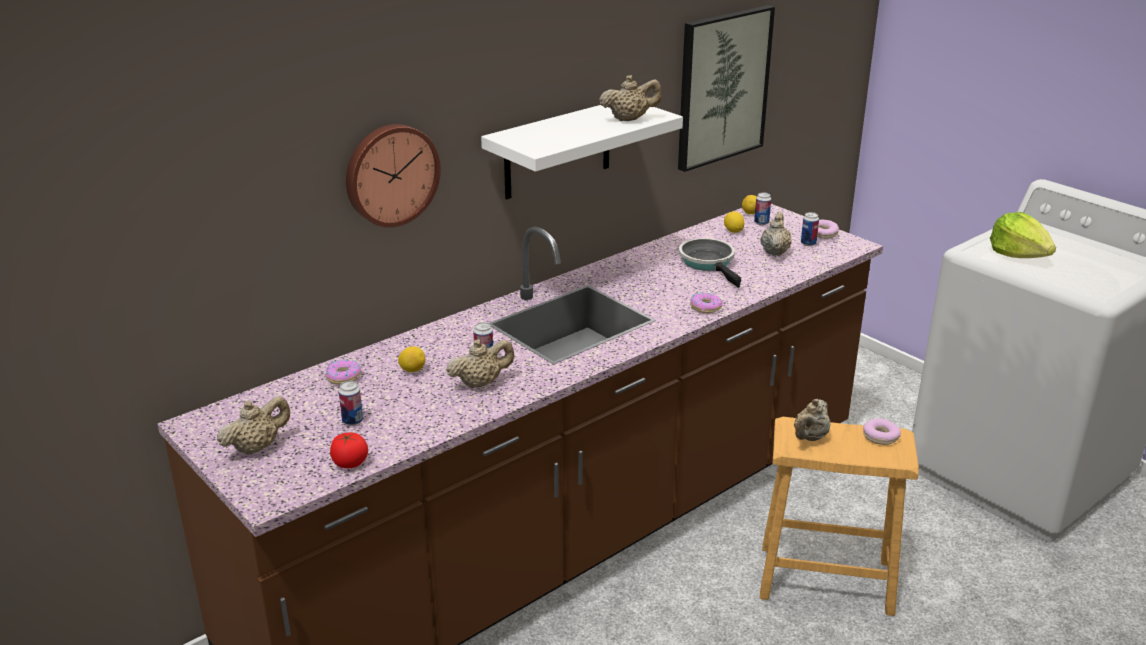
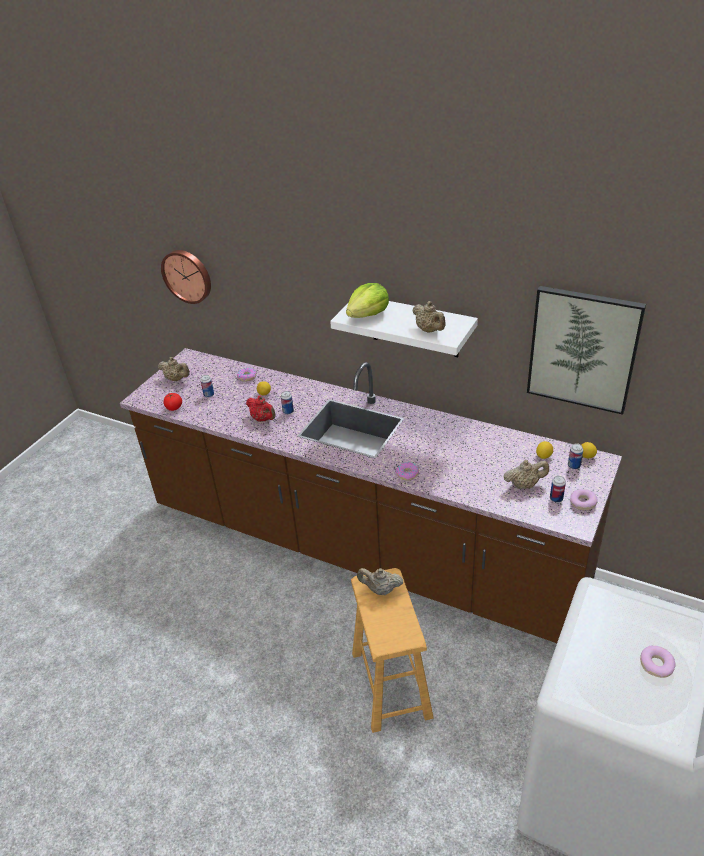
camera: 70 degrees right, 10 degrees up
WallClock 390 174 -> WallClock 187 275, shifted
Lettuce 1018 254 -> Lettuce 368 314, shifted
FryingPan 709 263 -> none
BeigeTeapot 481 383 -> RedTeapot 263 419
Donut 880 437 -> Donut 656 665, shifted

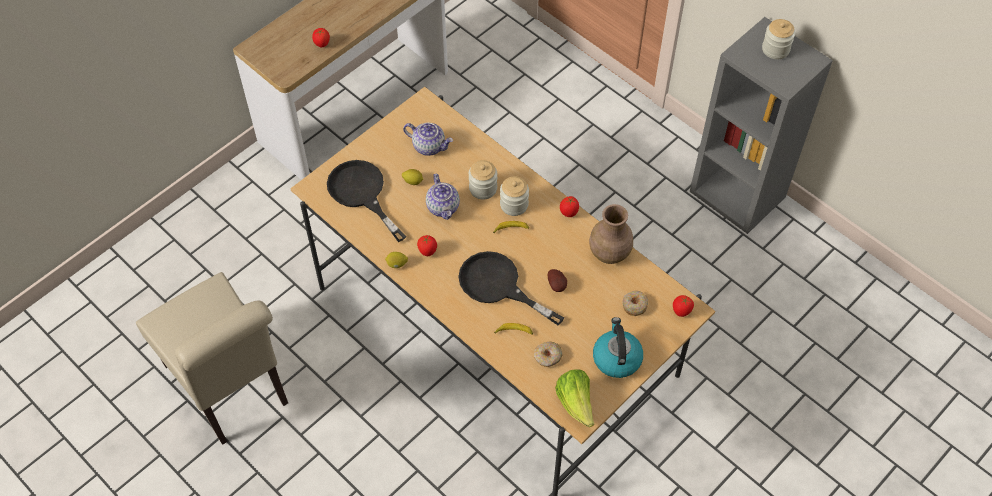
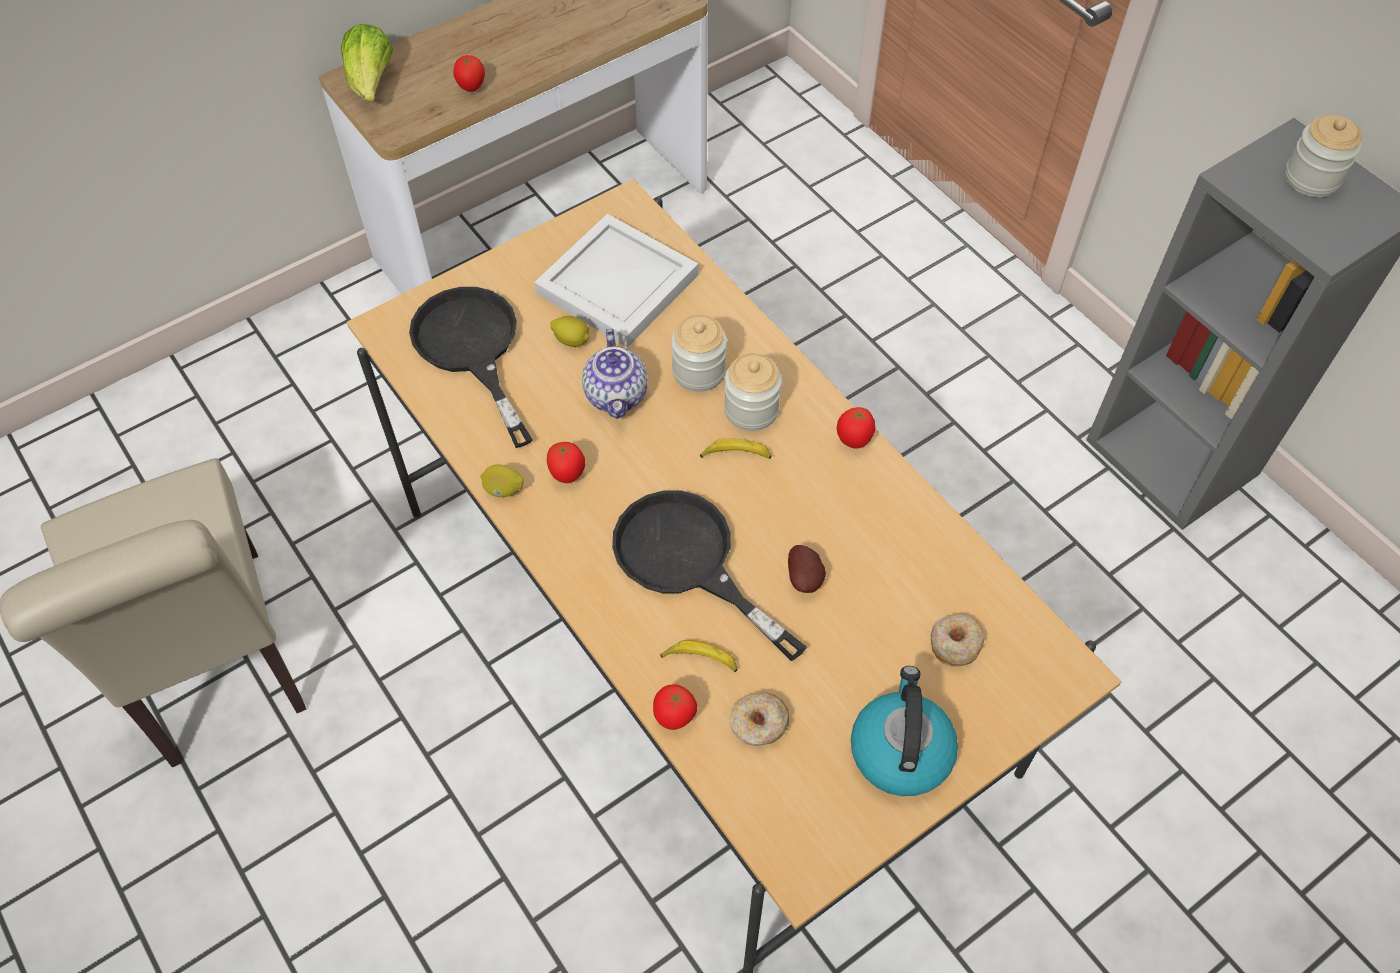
camera: 10 degrees right, 0 degrees up
Teapot 429 146 -> WhiteTray 617 282
BrownVase 609 253 -> none
Tomato 681 312 -> Tomato 674 717, shifted
Lettuce 576 403 -> Lettuce 372 84, shifted

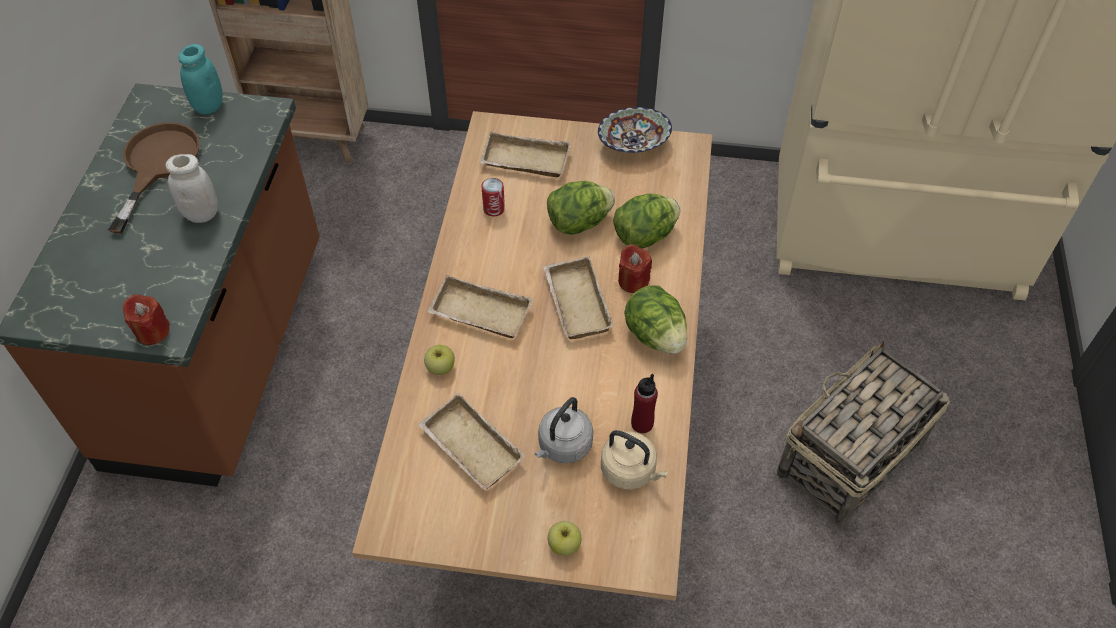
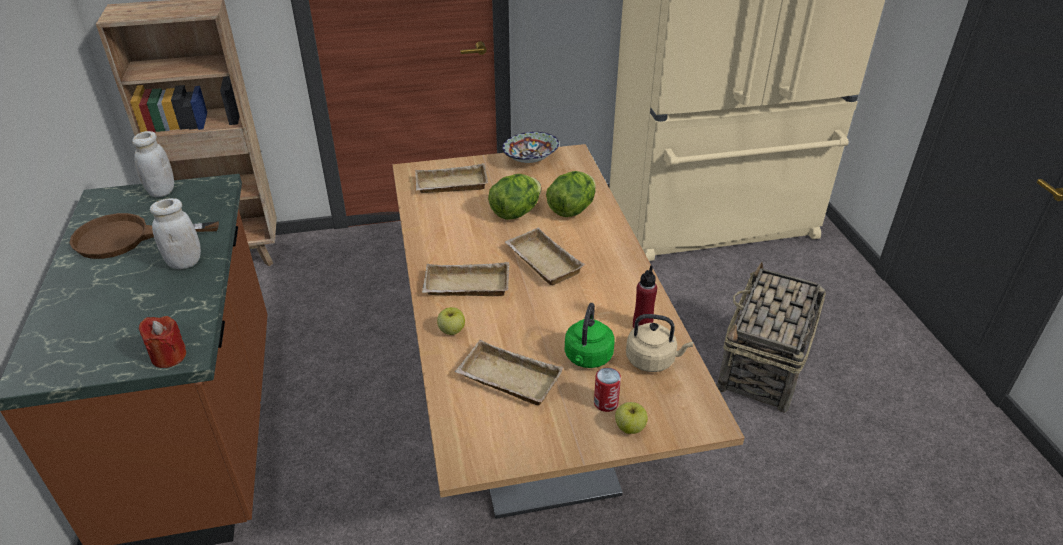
camera: 20 degrees left, 15 degrees down
TurquoiseJar 208 106 -> WhiteJar 161 191
BrownFryingPan 157 165 -> BrownFryingPan 126 238, 90 degrees counterclockwise
Can 494 209 -> Can 606 403, shifted
RedCandle 633 281 -> none
Lettuce 655 335 -> none
GreyKettle 563 446 -> GreenKettle 587 358

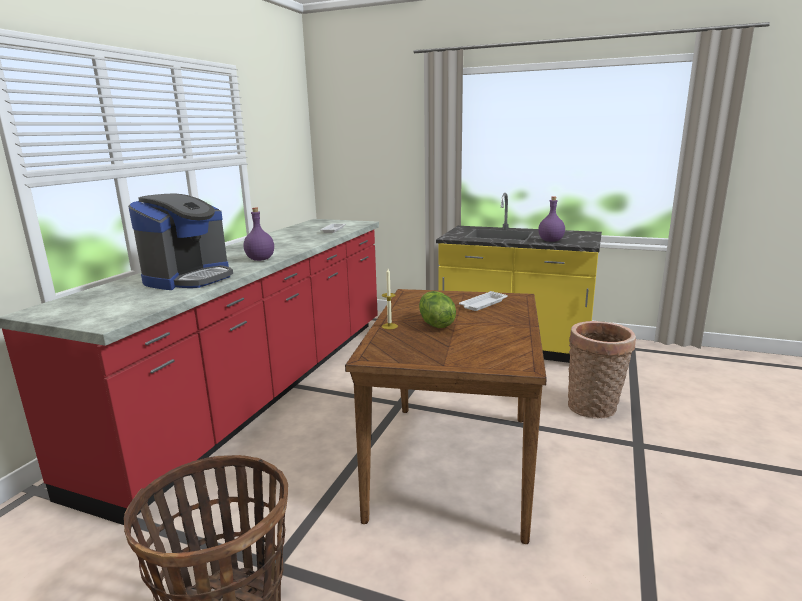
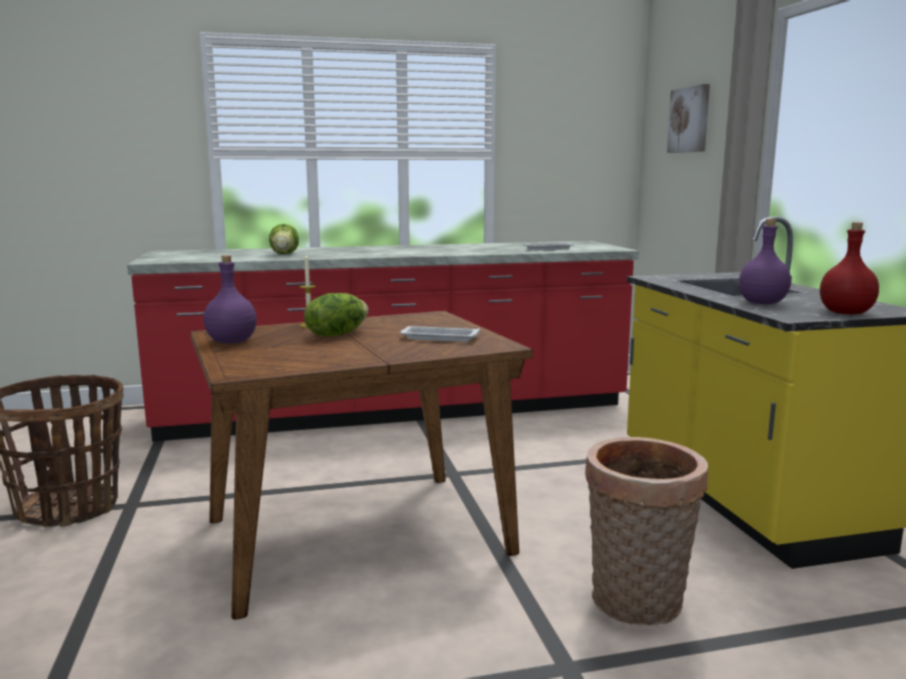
camera: 55 degrees right, 5 degrees down
CoffeeMachine 189 278 -> Lettuce 285 254
PurpleBottle 261 259 -> PurpleBottle 232 342, shifted
none -> Picture 689 120
none -> RedBottle 847 313

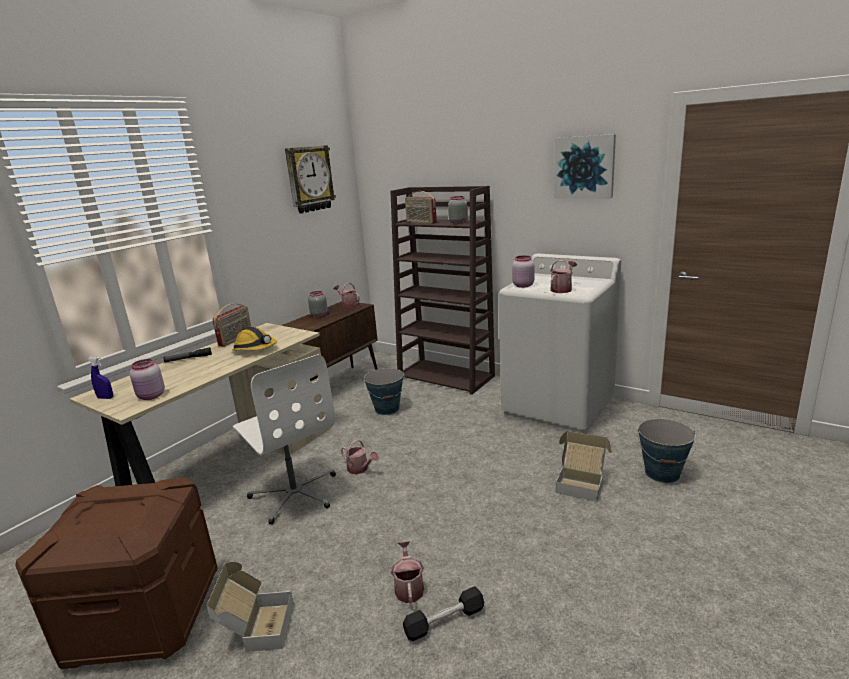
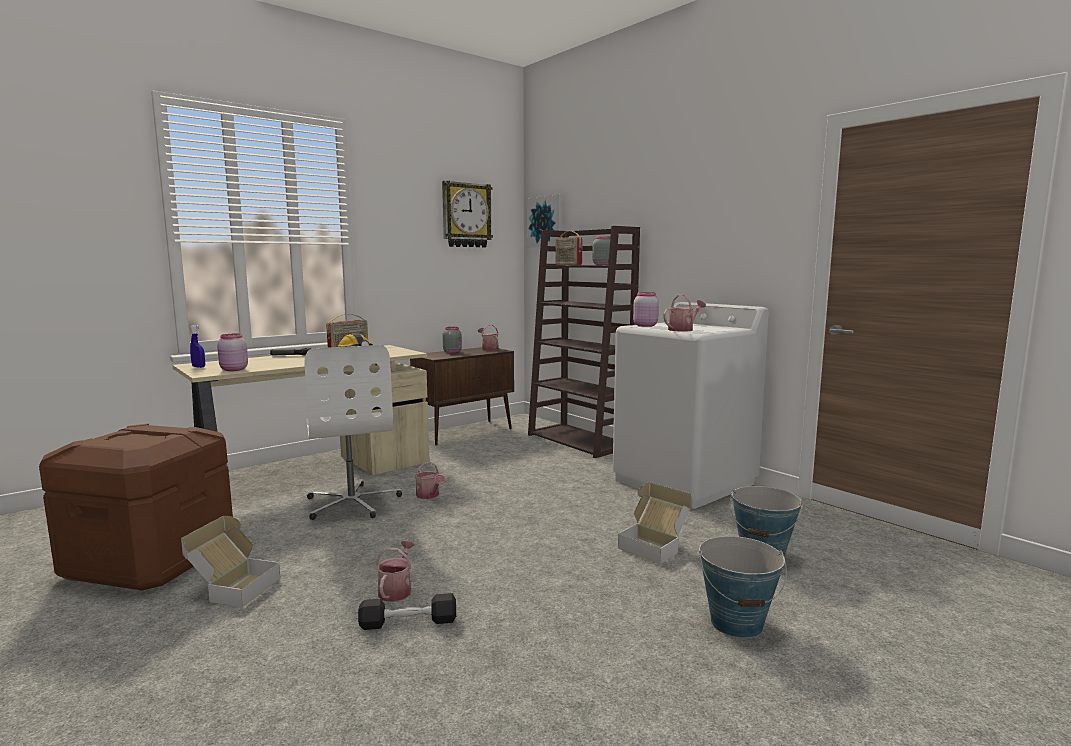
camera: 15 degrees right, 10 degrees down
Picture 584 167 -> Picture 545 222, shifted
Bucket 387 409 -> Bucket 737 623, shifted

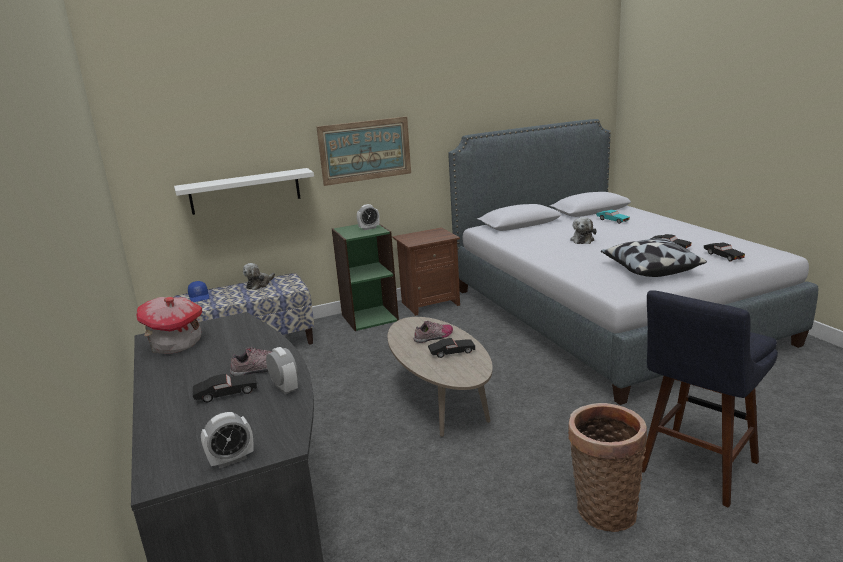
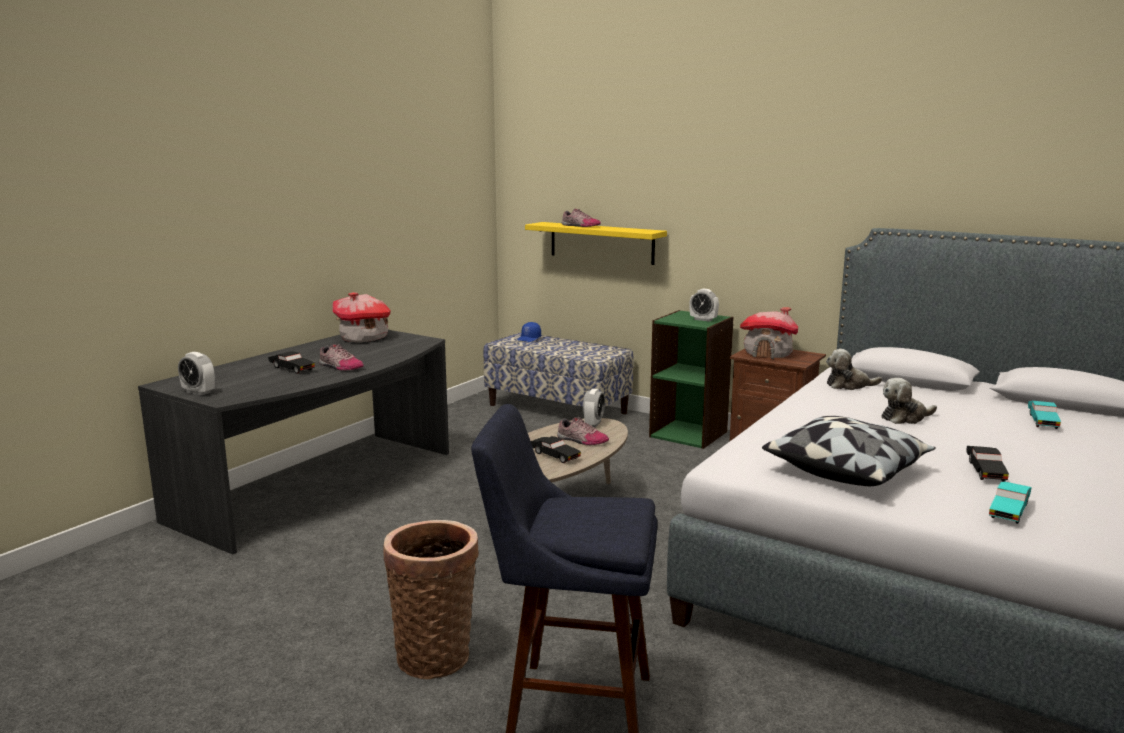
camera: 55 degrees right, 5 degrees down
Picture 365 150 -> none
WhiteShelf 245 191 -> YellowShelf 601 243
BlackToyCar 723 256 -> TurquoiseToyCar 1009 510
PlushToy 259 284 -> PlushToy 849 385, shifted
AlarmClock 285 388 -> AlarmClock 593 424, shifted
none -> Shoe 580 226
none -> ToyHouse 768 354

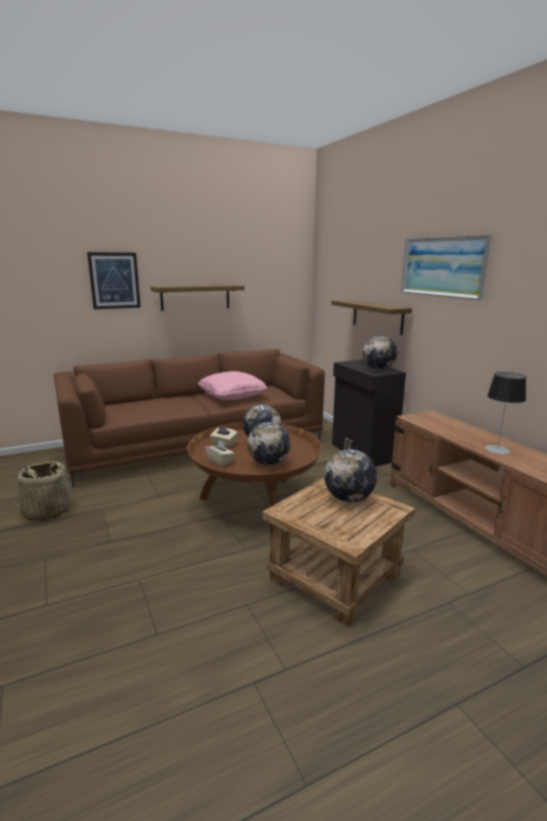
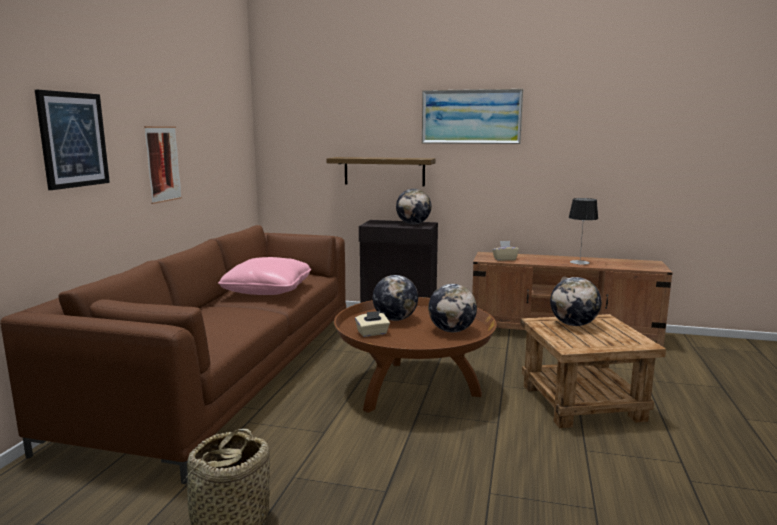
camera: 50 degrees left, 5 degrees down
Shelf 195 297 -> Picture 163 164
BeigeTissueBox 220 461 -> BeigeTissueBox 504 259, shifted

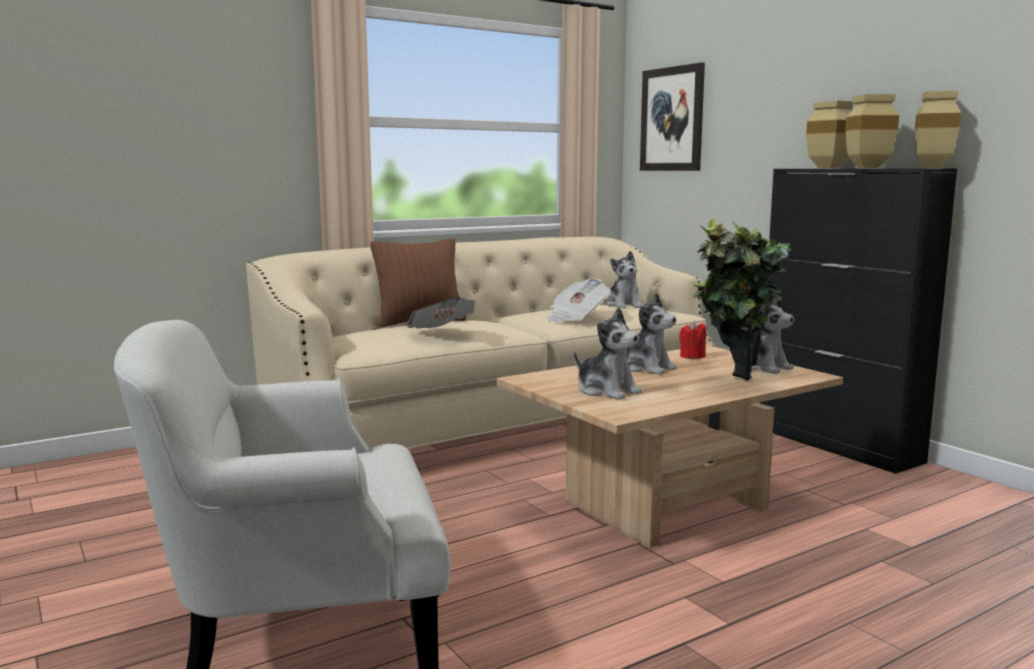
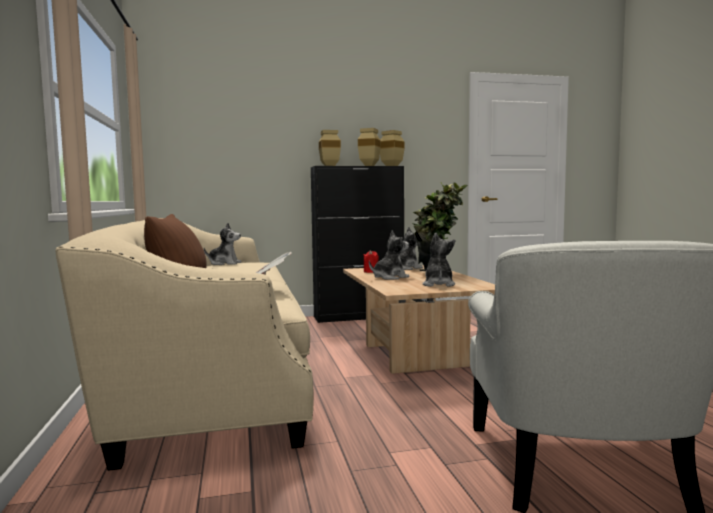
camera: 70 degrees left, 5 degrees down
Picture 672 119 -> none
Newspaper 576 318 -> none
PlushToy 607 391 -> PlushToy 438 284, 60 degrees counterclockwise

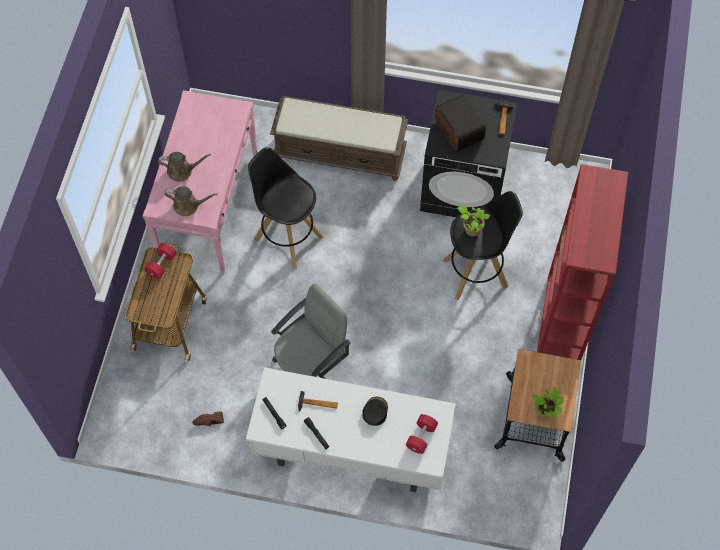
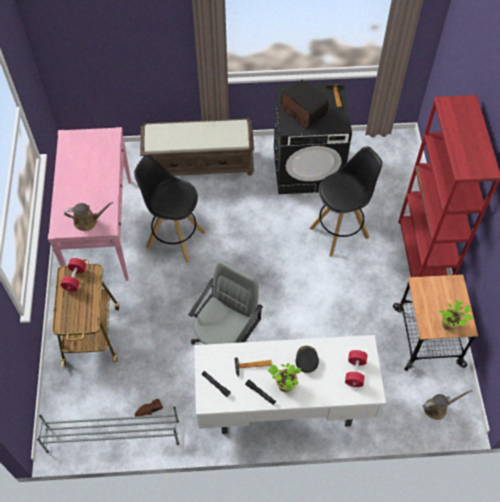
camera: 15 degrees left, 5 degrees down
BrownWateringCan 182 171 -> BrownWateringCan 437 408, shifted
PottedPlant 471 229 -> PottedPlant 284 385, shifted
none -> GreyShoeRack 112 435

